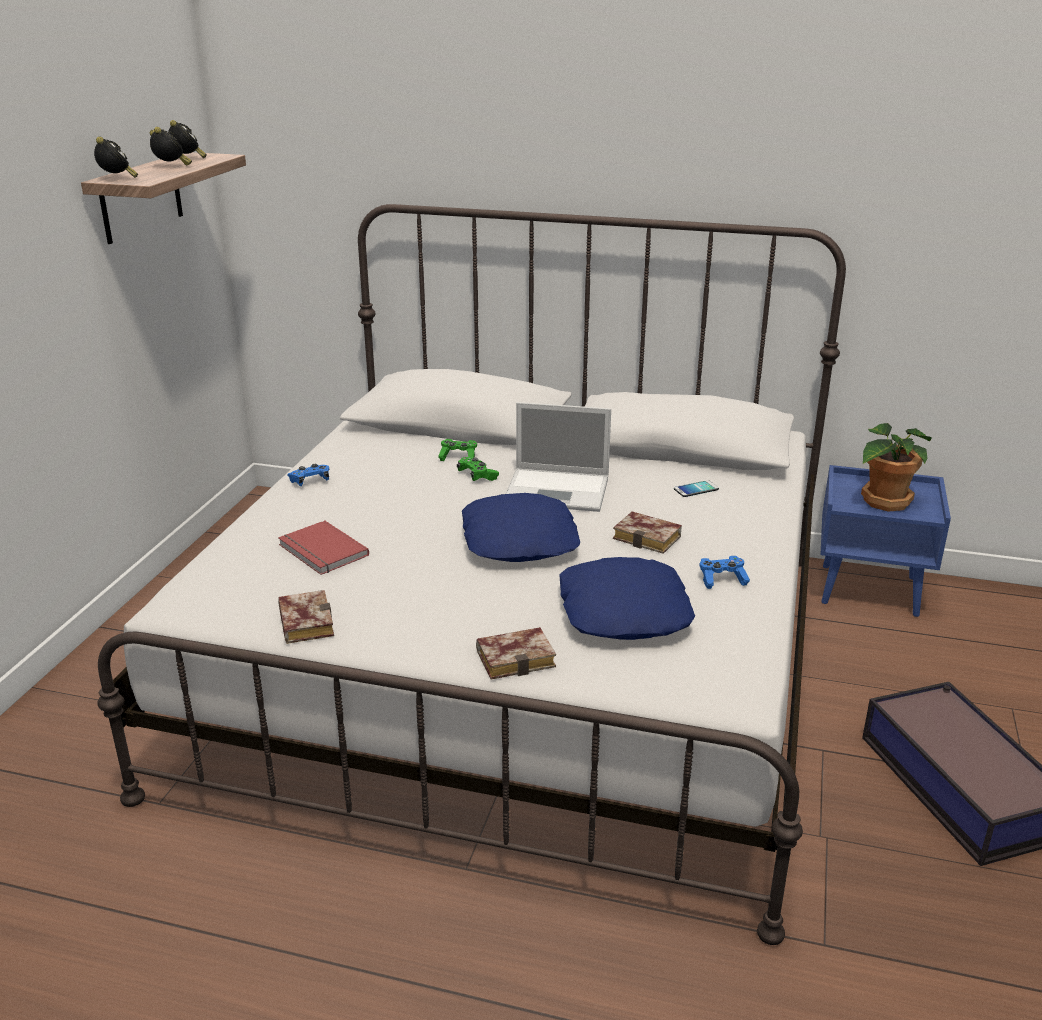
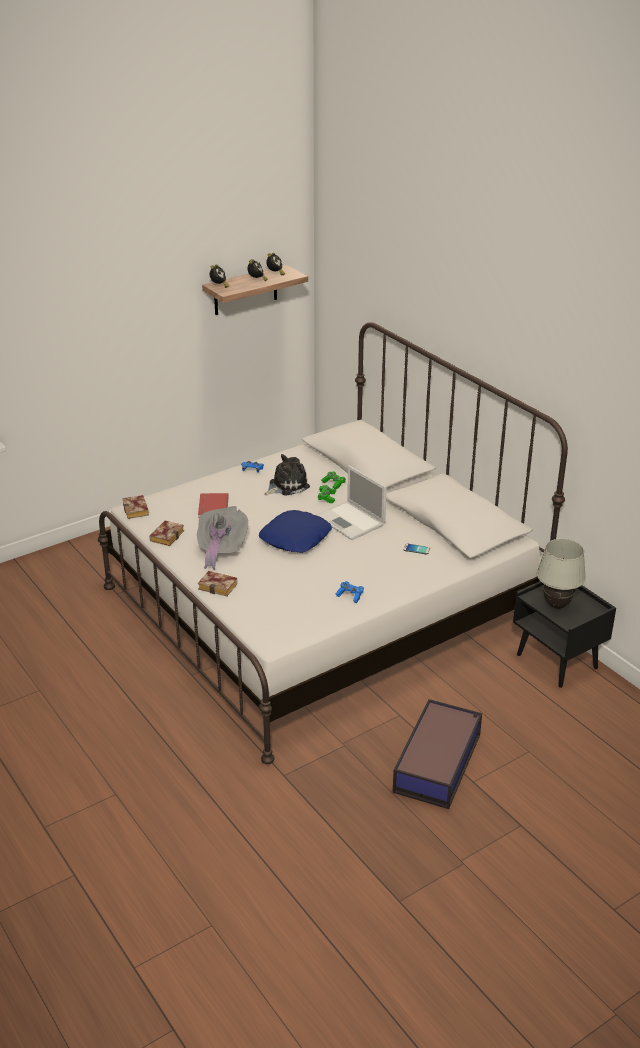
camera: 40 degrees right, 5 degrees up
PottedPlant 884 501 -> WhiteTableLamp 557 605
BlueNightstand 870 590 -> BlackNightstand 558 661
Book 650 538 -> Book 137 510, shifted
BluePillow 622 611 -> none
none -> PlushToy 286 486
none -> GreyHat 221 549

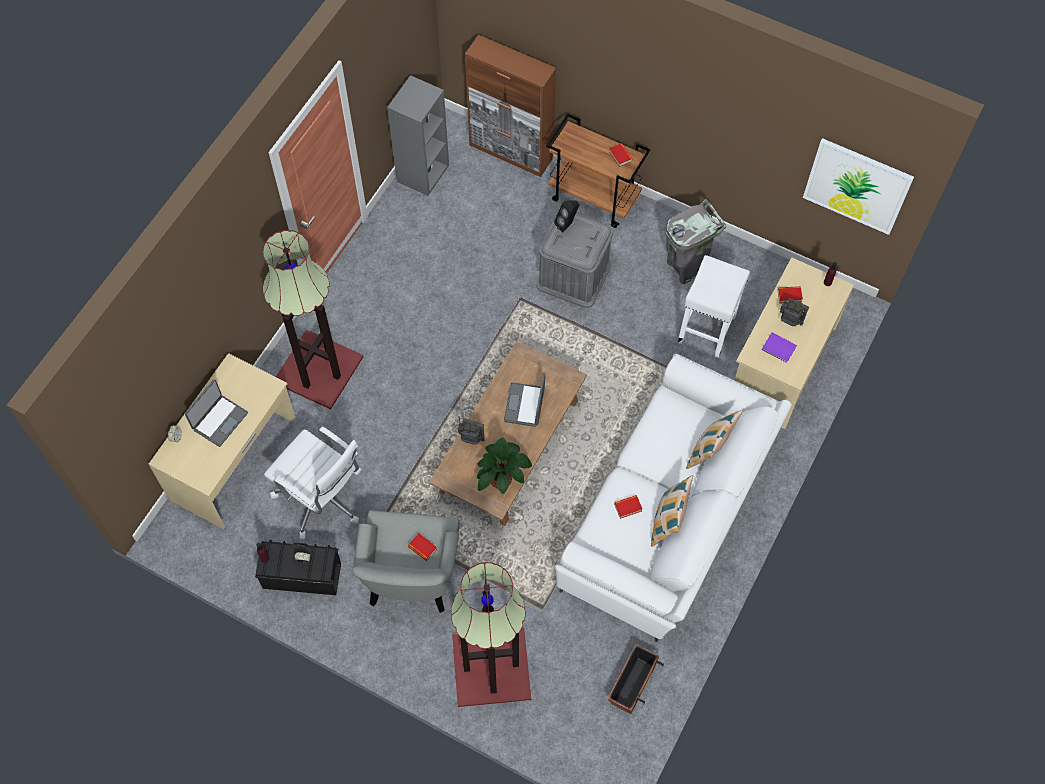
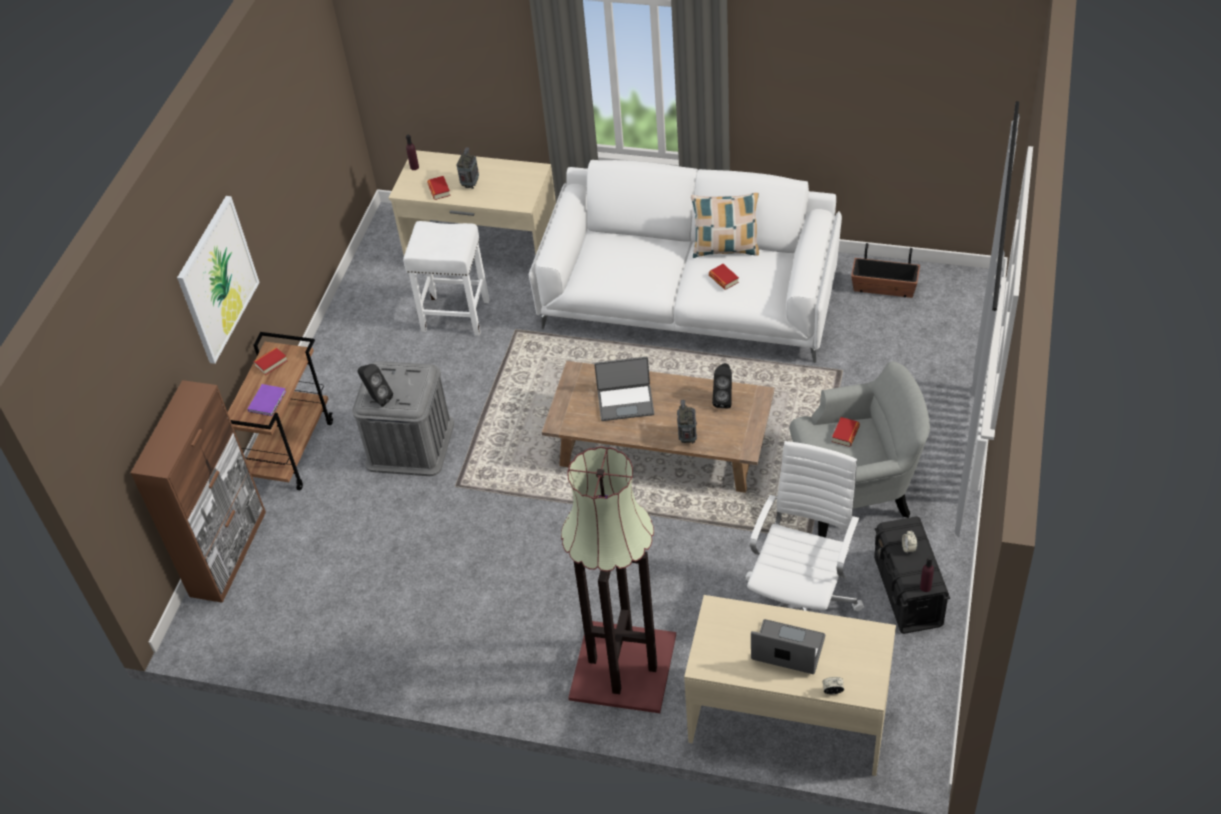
camera: 100 degrees left, 15 degrees down
GreyBookcase 422 172 -> none
Picture 857 185 -> Picture 217 279, shifted
GreyTrashCan 687 266 -> none
PurpleBook 779 349 -> PurpleBook 268 400, shifted
Pillow 709 451 -> none
PottedPlant 502 477 -> BlackSpeaker 723 399
FloorLamp 490 666 -> none

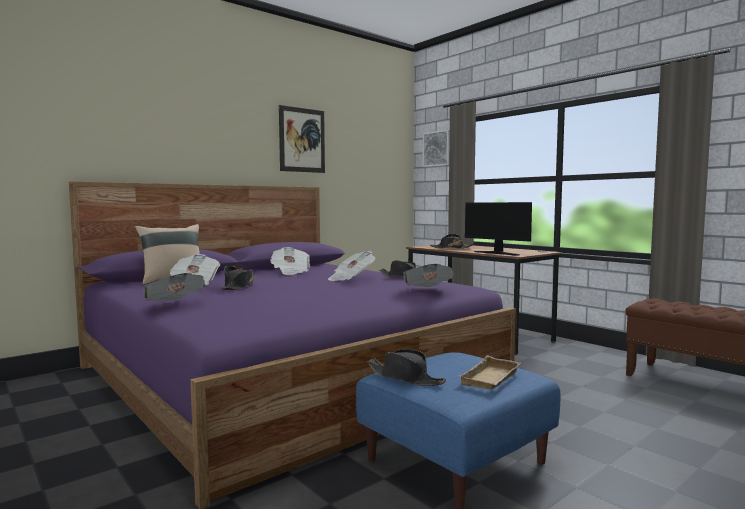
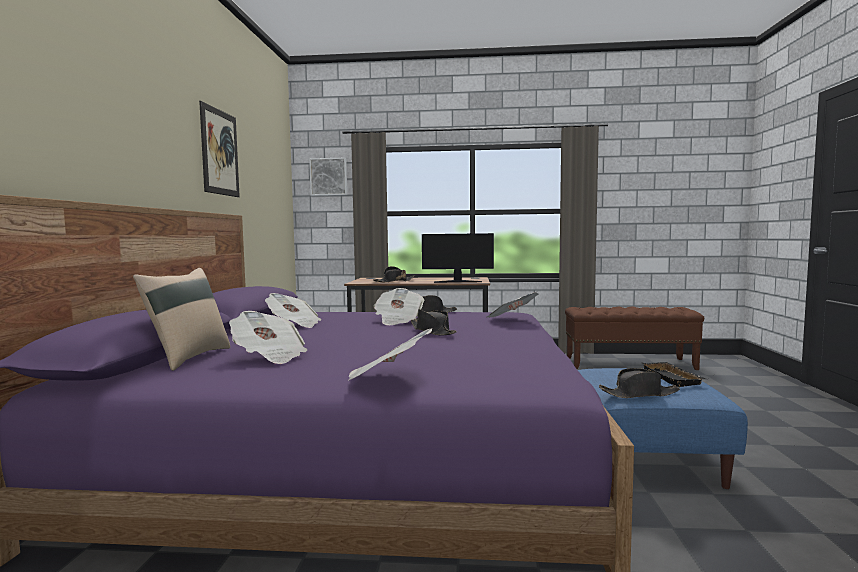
camera: 45 degrees left, 0 degrees up
BlackHat 238 286 -> BlackHat 432 331, shifted
BeigeTray 492 379 -> BlackTray 674 378

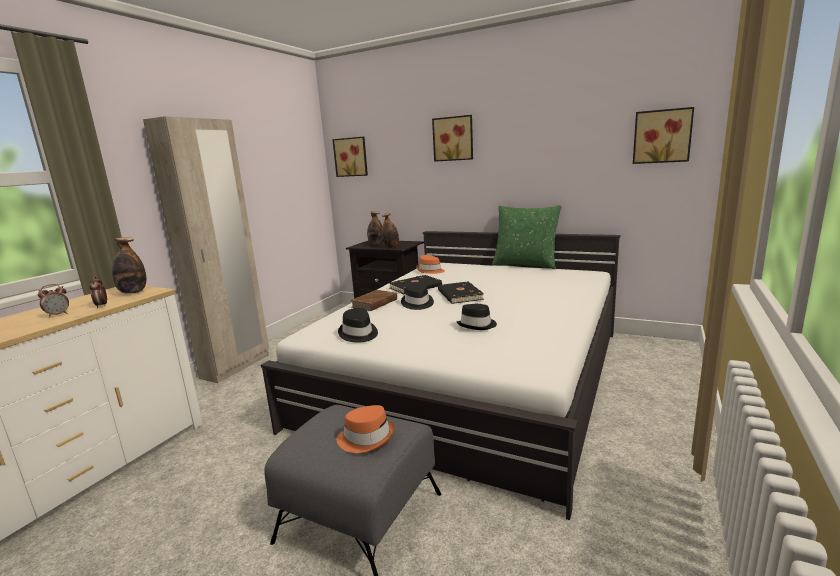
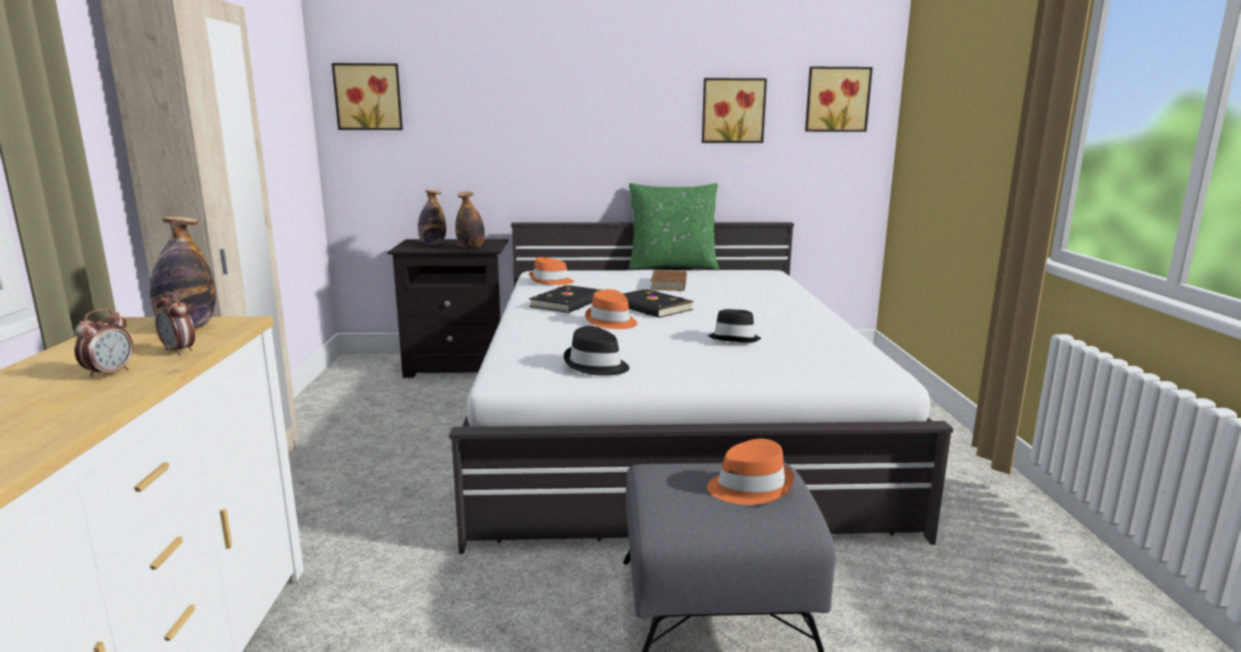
camera: 30 degrees left, 0 degrees up
Picture 453 138 -> Picture 733 110, shifted
BlackHat 417 303 -> OrangeHat 611 321
BrownBook 375 303 -> BrownBook 669 284, shifted

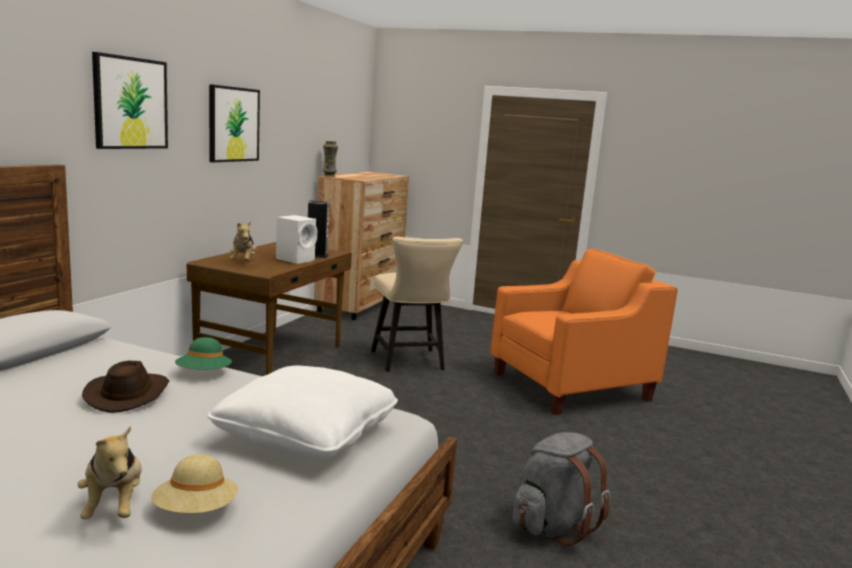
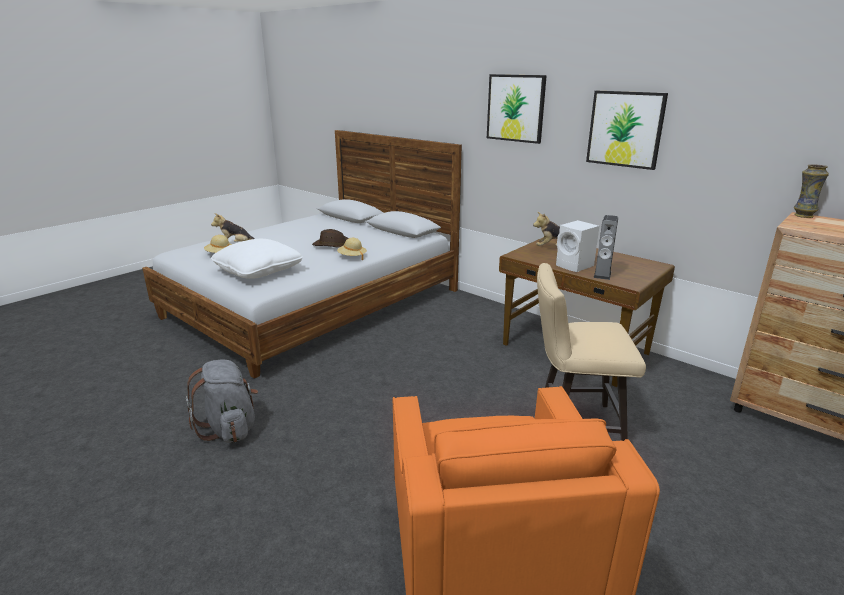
camera: 110 degrees right, 10 degrees up
GreenHat 204 374 -> BeigeHat 352 257

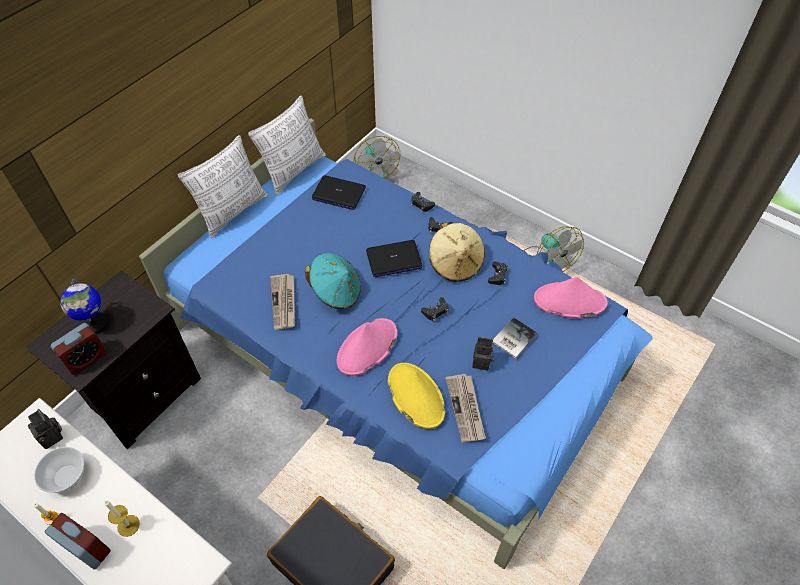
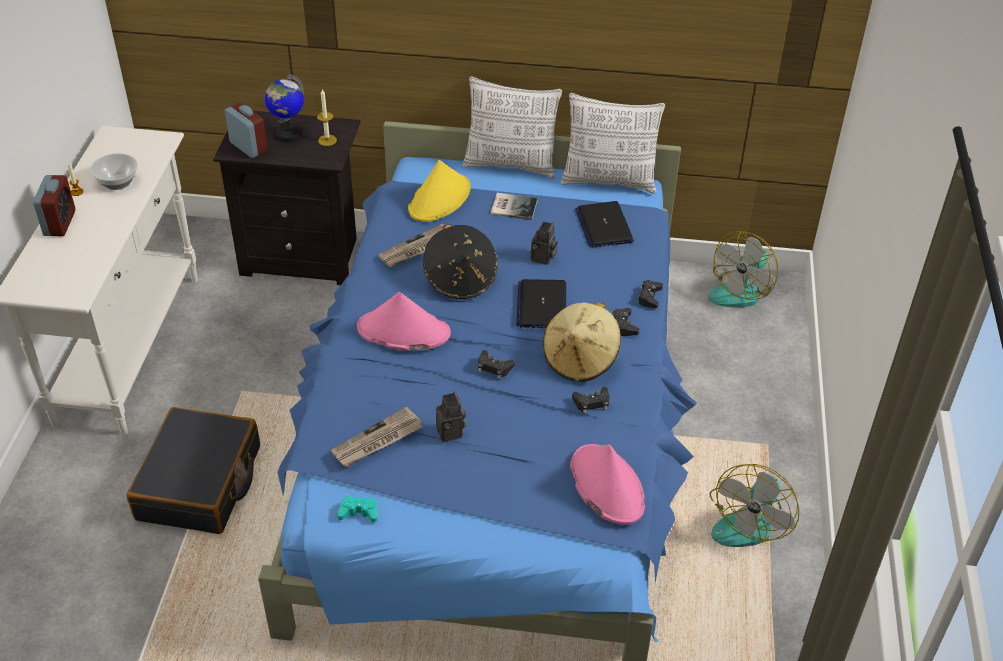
camera: 60 degrees right, 10 degrees down
Laptop 393 259 -> Laptop 542 305, 45 degrees clockwise
TurquoiseHat 336 291 -> BlackHat 460 279
Book 512 338 -> Book 513 206, shifted
AlarmClock 86 359 -> AlarmClock 248 147, 150 degrees counterclockwise
YellowHat 415 395 -> YellowHat 439 199, shifted
PhotoCamera 53 437 -> PhotoCamera 543 258, shifted
Candle 128 525 -> Candle 327 140, shifted
none -> TurquoiseGameController 359 512

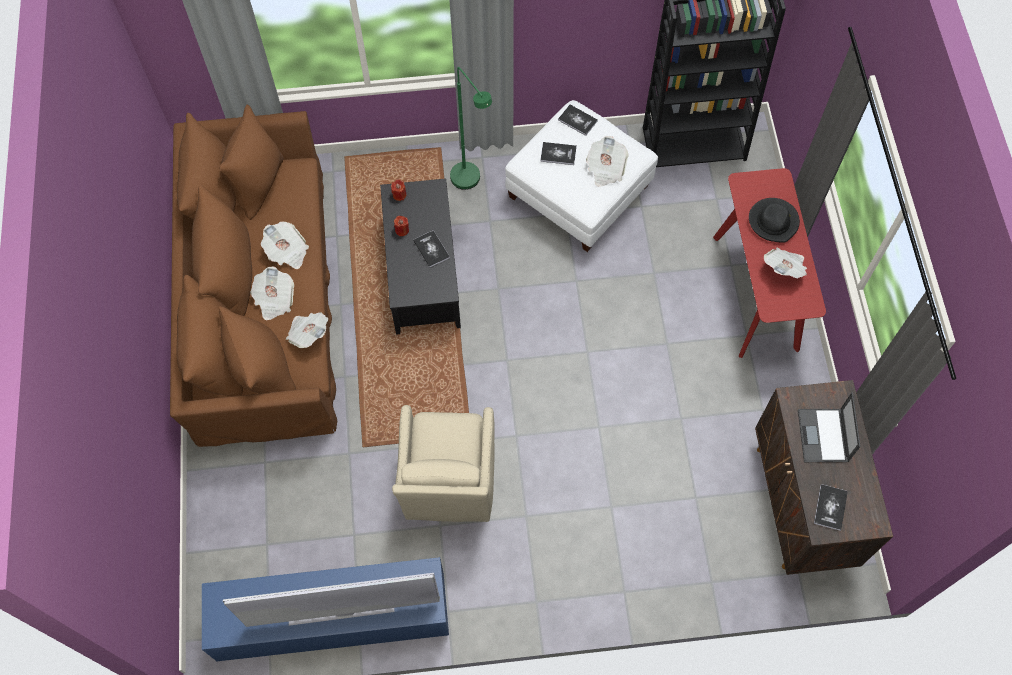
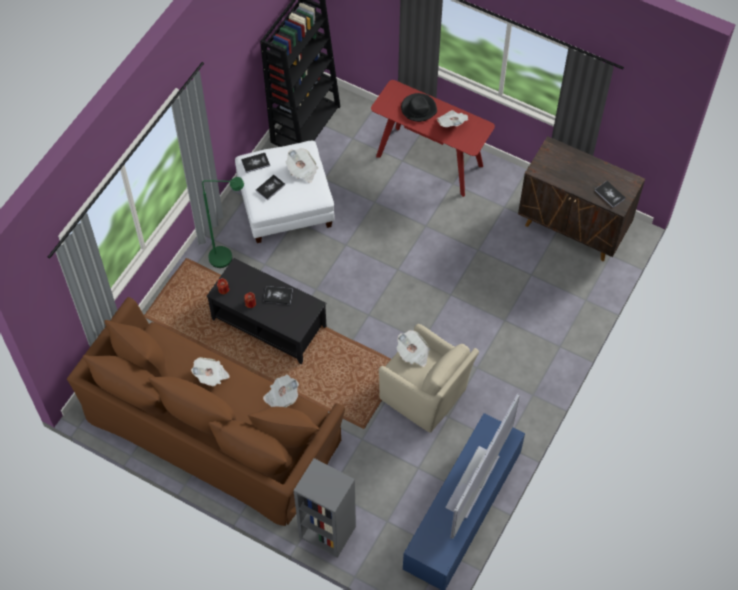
camera: 55 degrees left, 5 degrees down
Newspaper 274 300 -> Newspaper 413 353, shifted
Laptop 823 436 -> none
none -> GreyBookcase 326 532

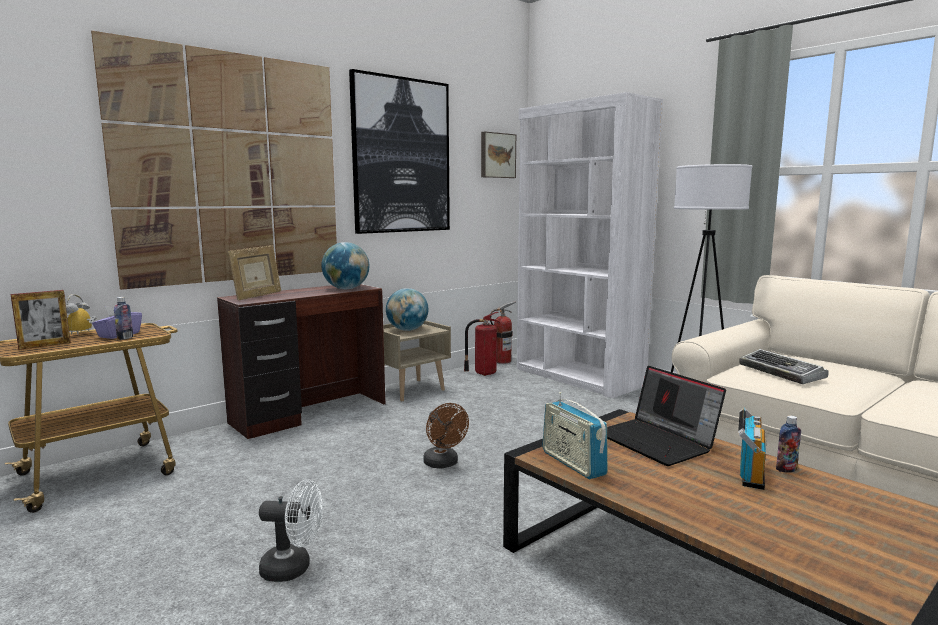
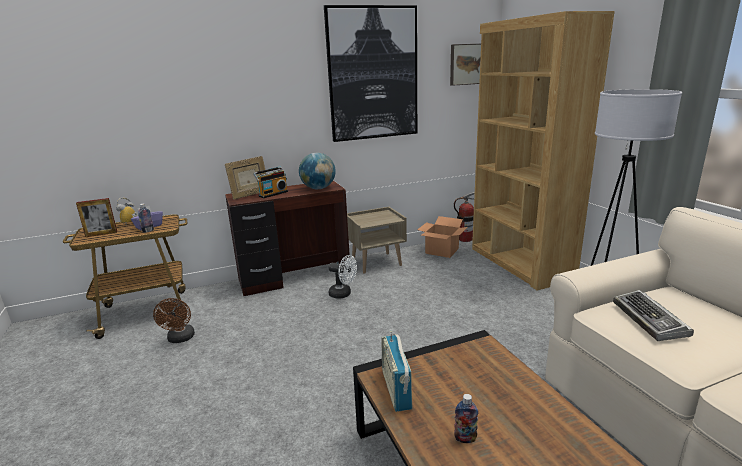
camera: 20 degrees right, 10 degrees up
Picture 232 169 -> none
WhiteBookcase 578 377 -> BrownBookcase 520 263
Globe 407 330 -> none
FireExtinguisher 483 373 -> CardboardBox 442 251
Laptop 658 442 -> none
BrownFan 443 464 -> BrownFan 180 339, shifted
Radio 749 473 -> Radio 272 194, shifted
Bottle 786 469 -> Bottle 465 438, shifted
WhiteFan 293 568 -> WhiteFan 343 294, shifted

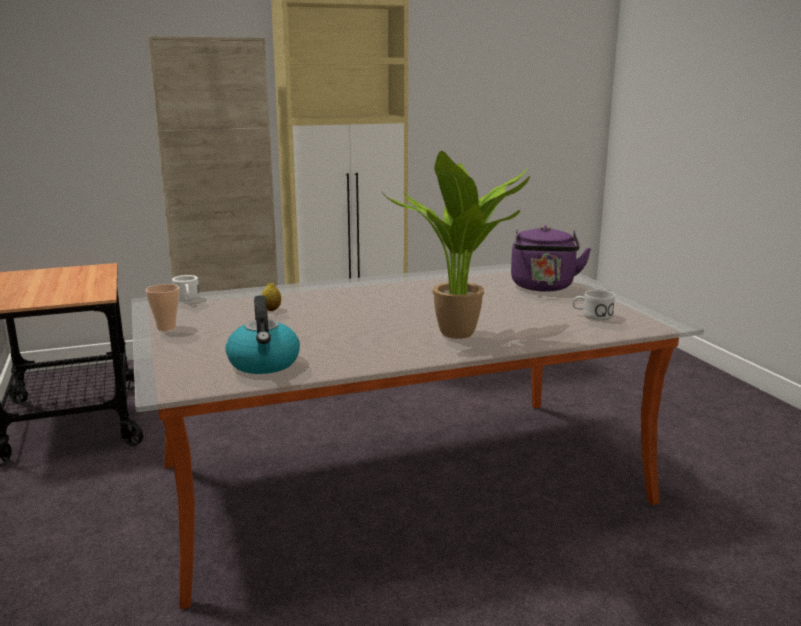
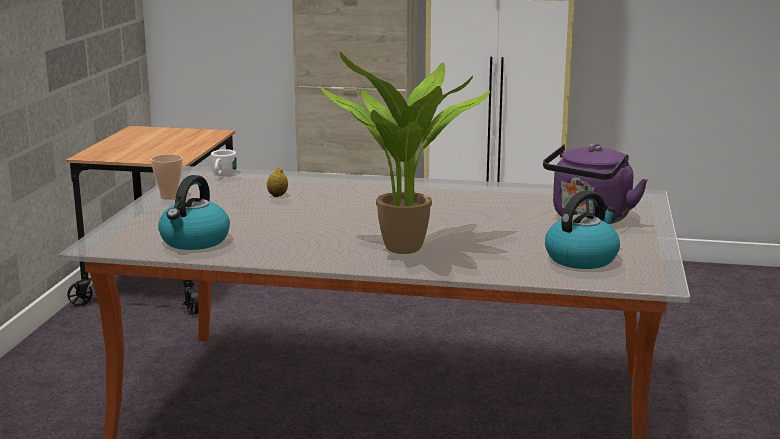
camera: 30 degrees right, 0 degrees up
WhiteMug 592 316 -> Kettle 581 258

